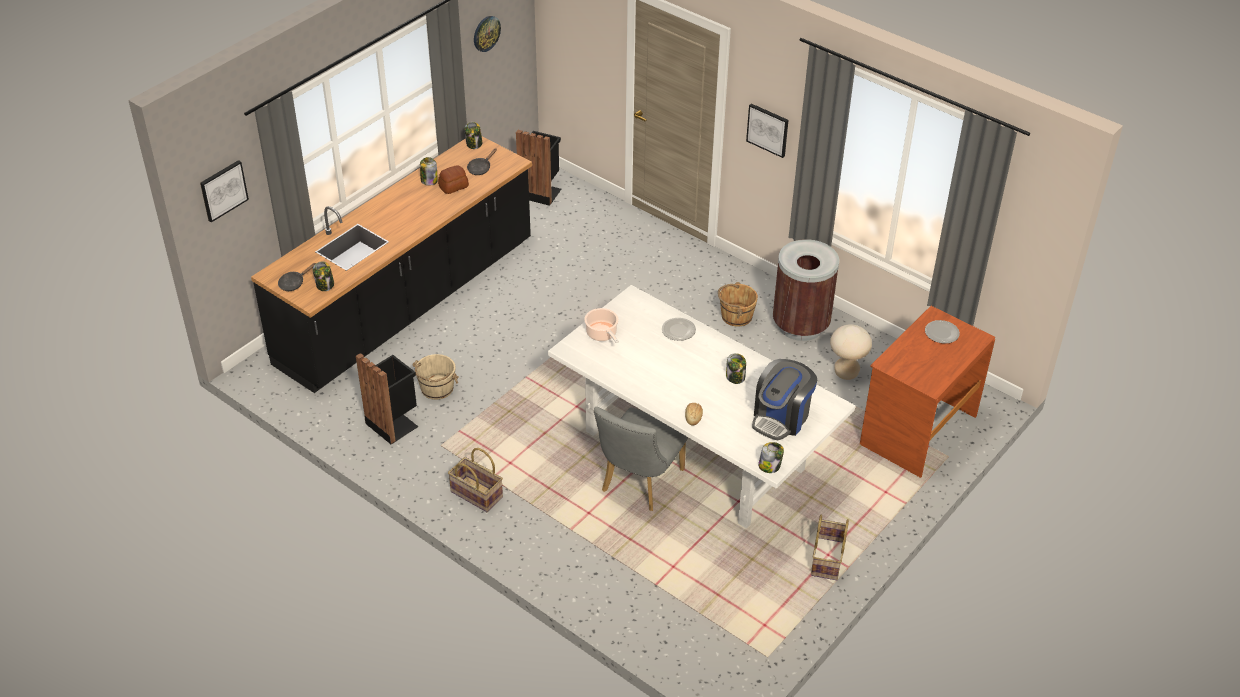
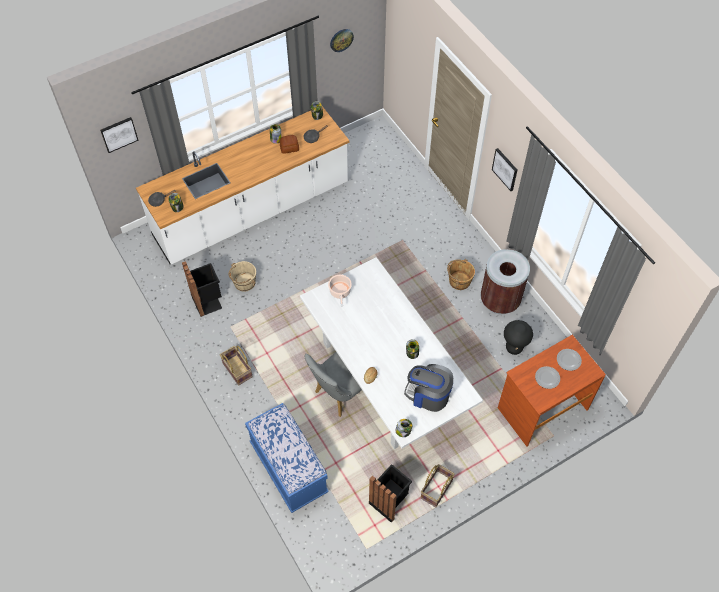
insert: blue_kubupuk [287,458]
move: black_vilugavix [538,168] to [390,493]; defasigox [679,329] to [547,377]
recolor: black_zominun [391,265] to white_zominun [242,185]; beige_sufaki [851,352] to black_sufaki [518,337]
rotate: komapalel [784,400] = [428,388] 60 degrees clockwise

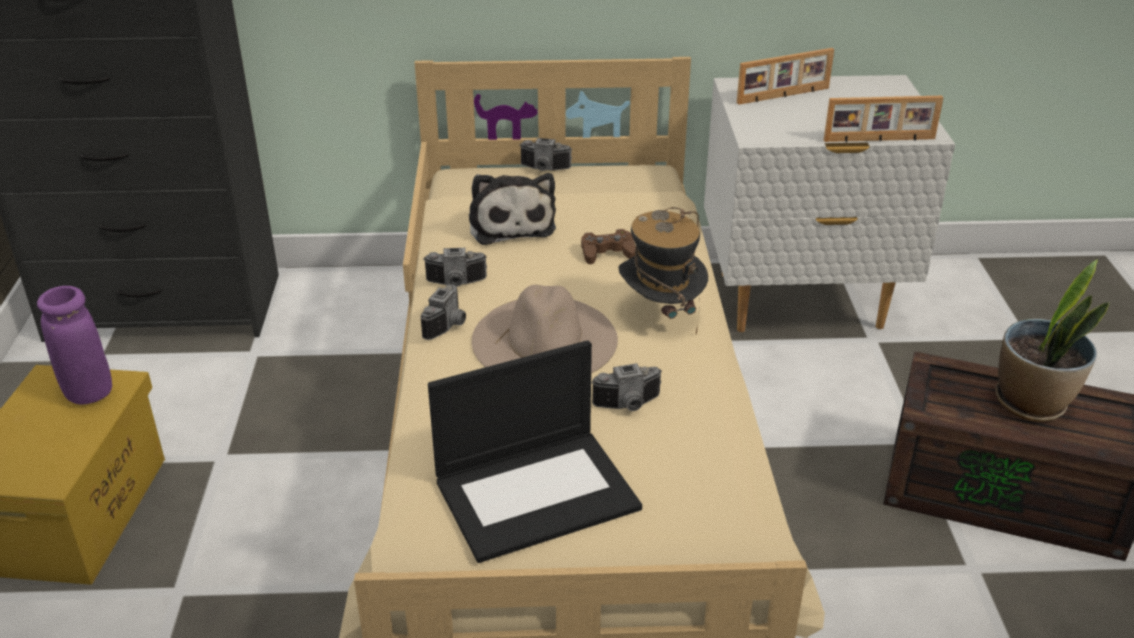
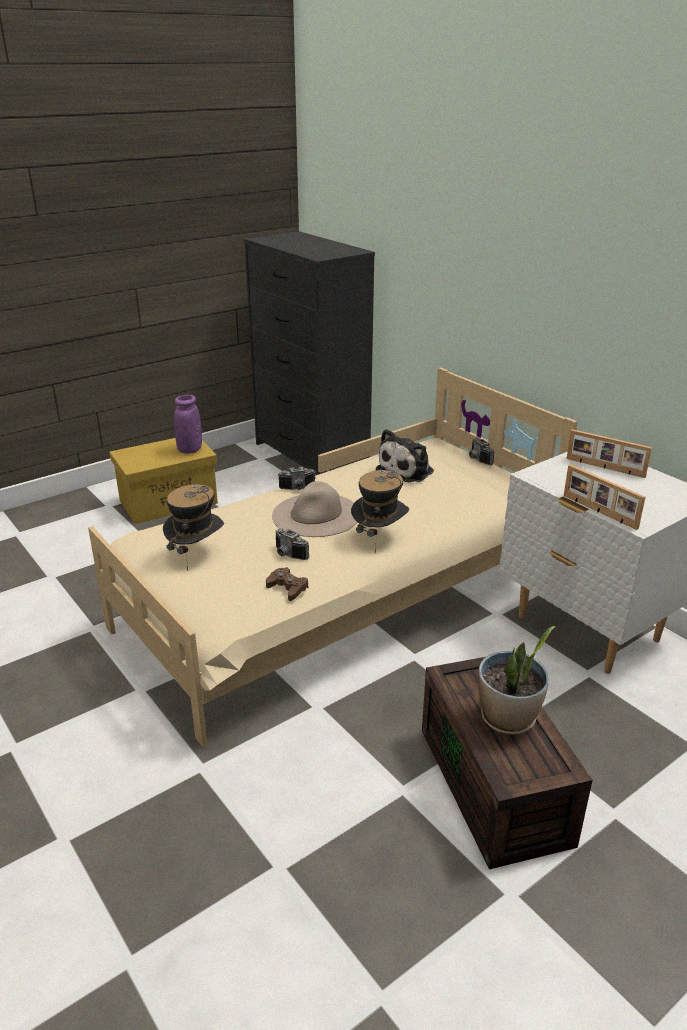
delete: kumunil [455,267]
move: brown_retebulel [608,246] to [287,584]
replace: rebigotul [535,451] to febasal [193,527]

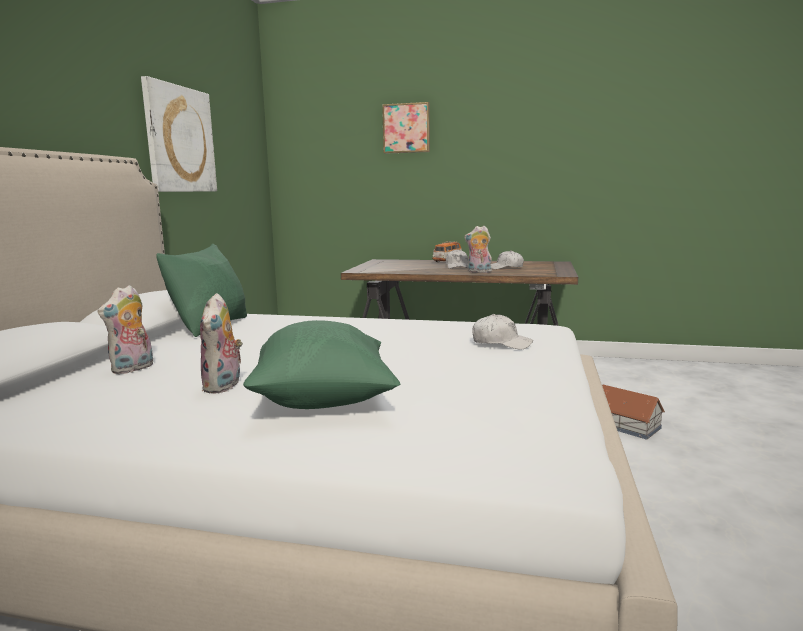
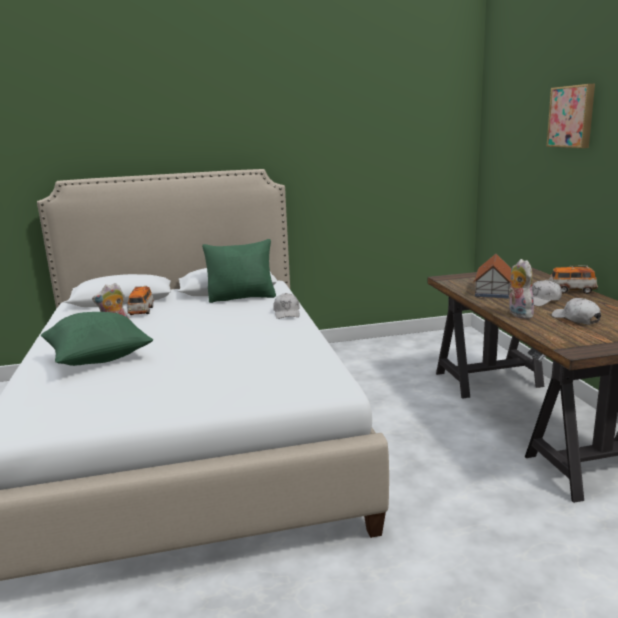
delete: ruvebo [179,134]
move: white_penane [502,332] to [286,306]; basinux [633,412] to [492,276]
replace: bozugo [125,329] to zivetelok [140,300]

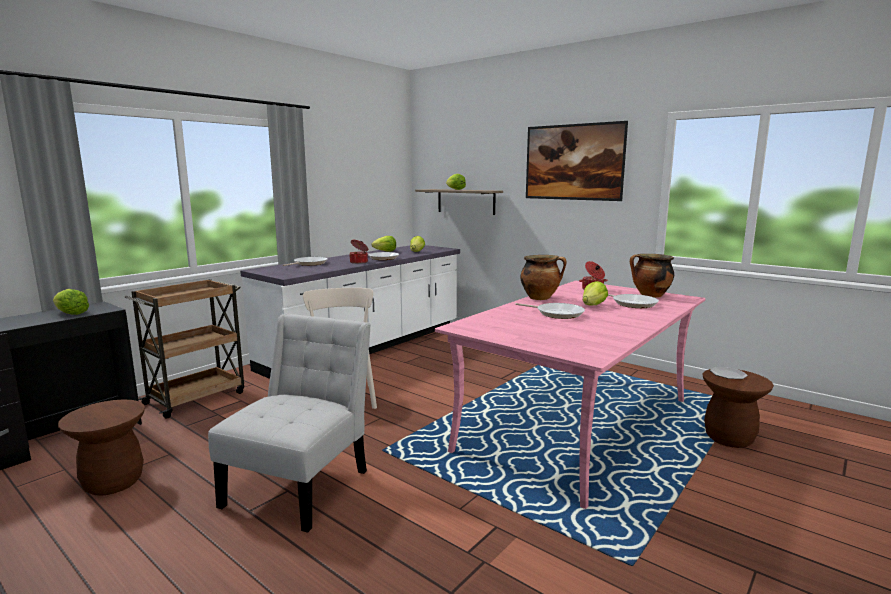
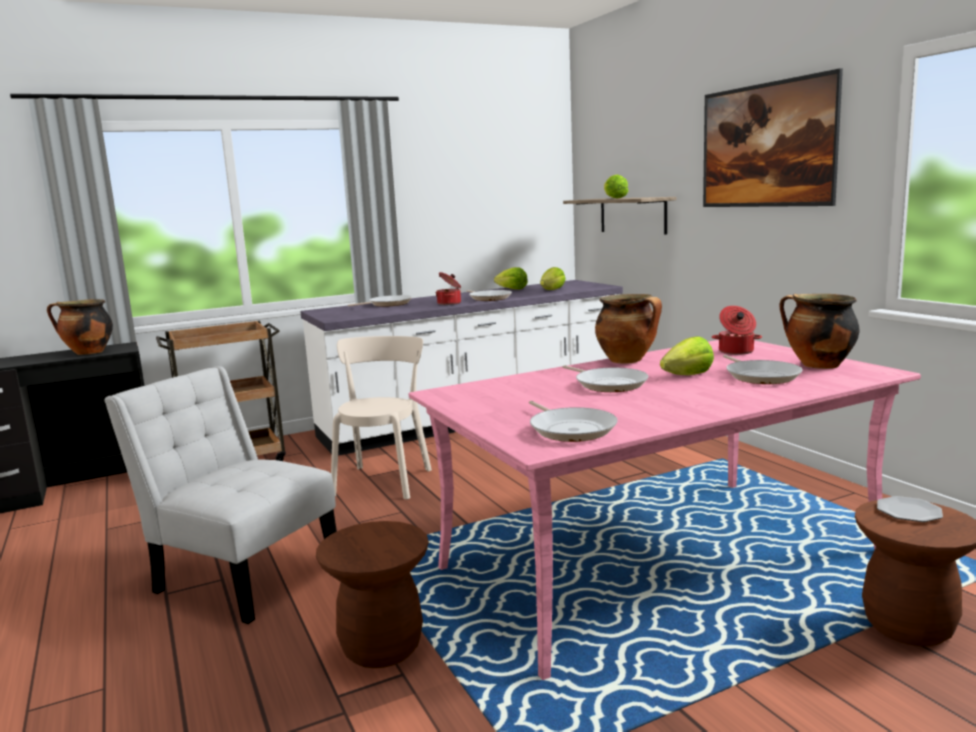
insert: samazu [573,421]
move: brown_sufaki [101,447] to [372,594]
replace: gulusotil [71,302] to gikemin [80,327]
rotate: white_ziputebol [289,423] = [220,495] 105 degrees counterclockwise

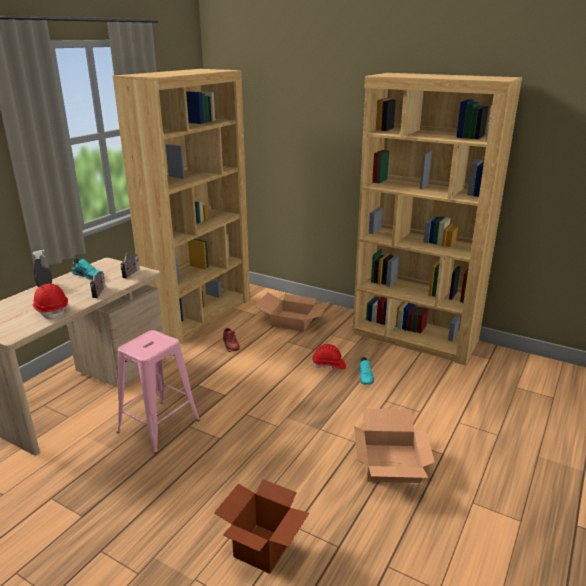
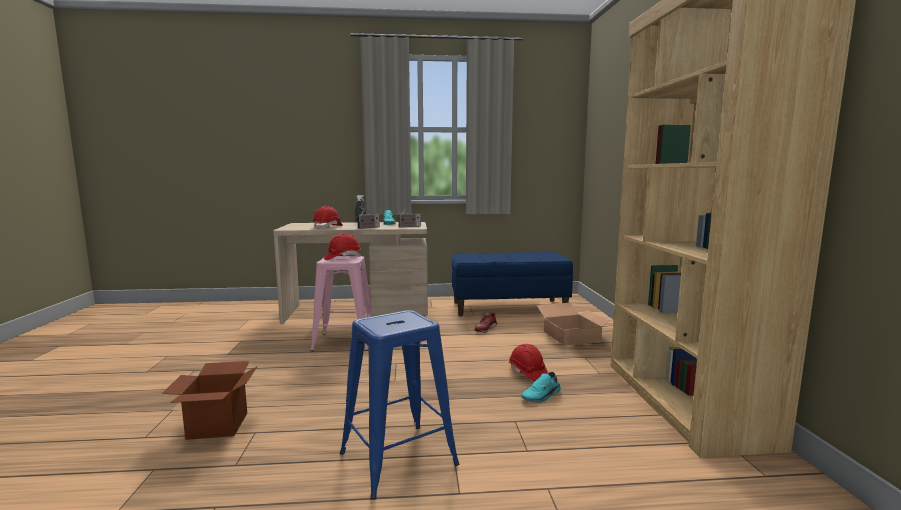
insert: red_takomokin [342,246]
replace: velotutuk [394,445] to blue_sufaki [399,405]; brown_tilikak [181,206] to blue_kubupuk [512,284]

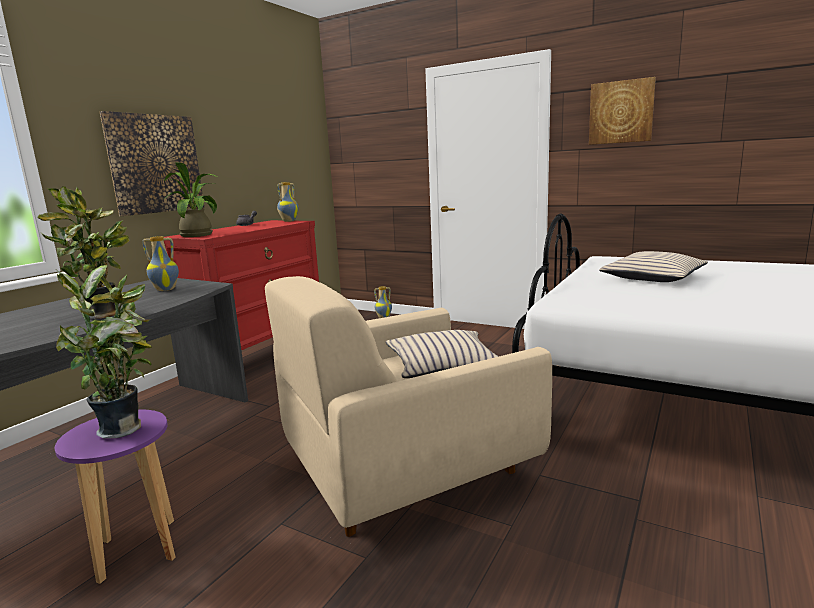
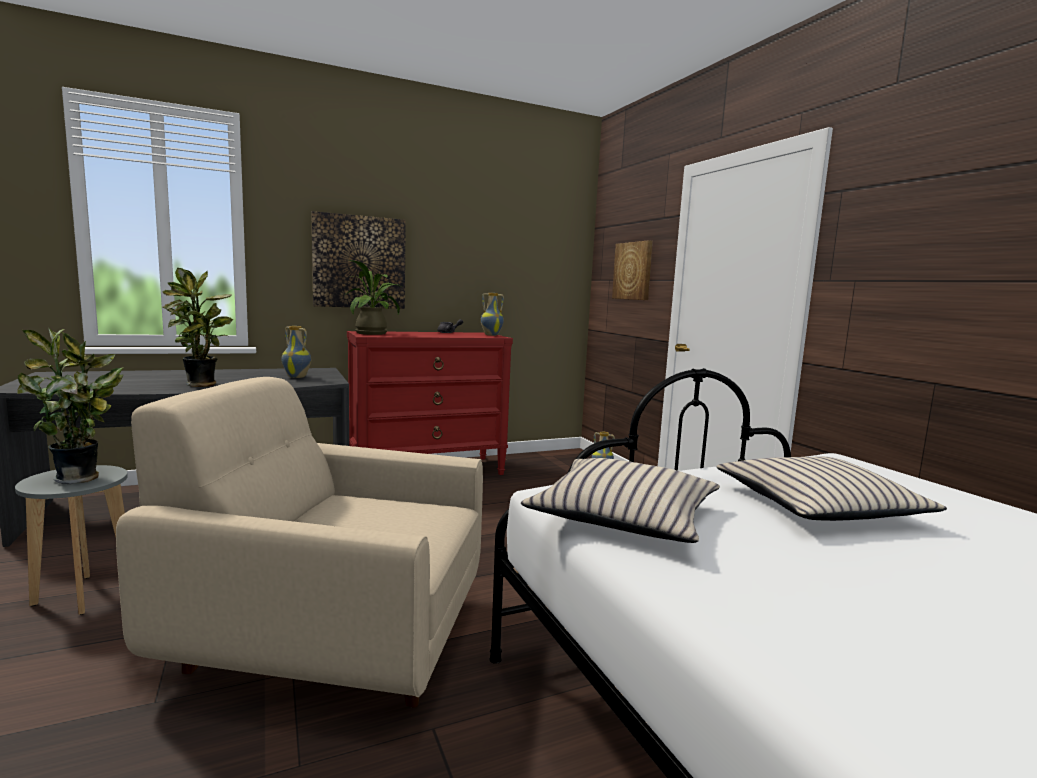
move: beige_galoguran [442,354] to [620,500]; ruvebo [622,111] to [632,270]
recolor: purple_sufaki [115,497] to grey_sufaki [71,540]

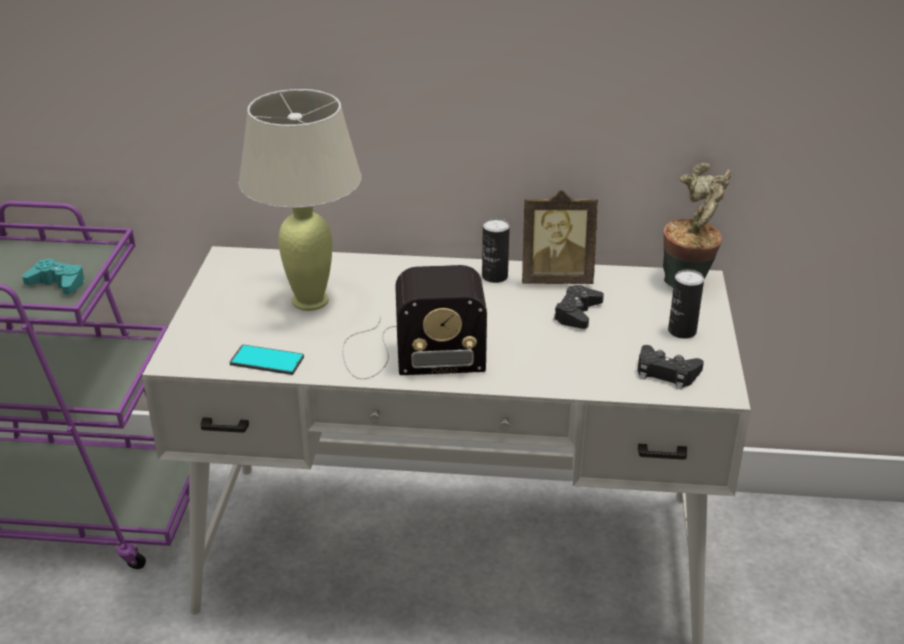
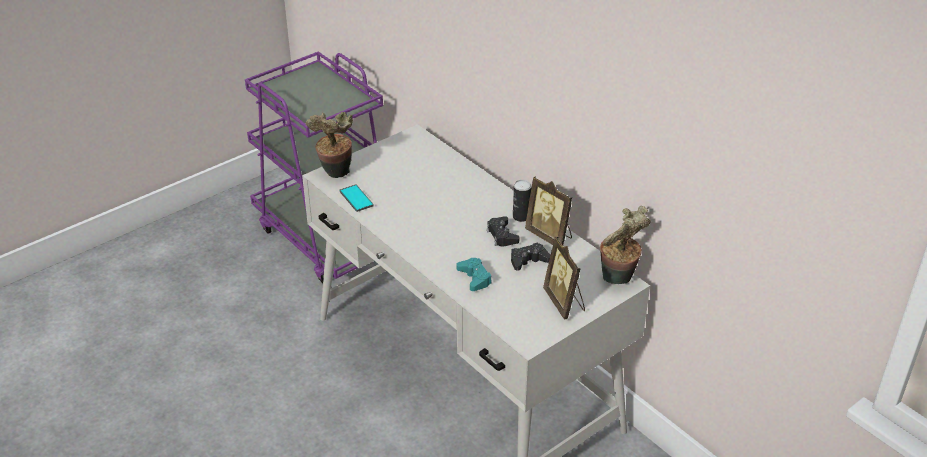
delete: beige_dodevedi [299,200]; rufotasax [414,322]
insert: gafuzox [329,145]
move: turquoise_retebulel [53,276] to [474,274]; black_retebulel [671,367] to [503,231]
replace: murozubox [686,304] to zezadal [564,278]

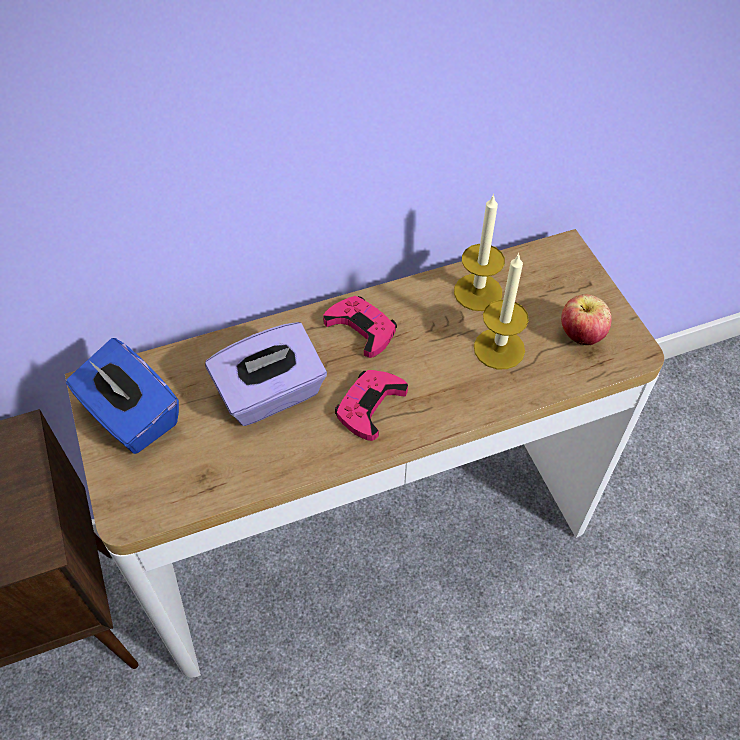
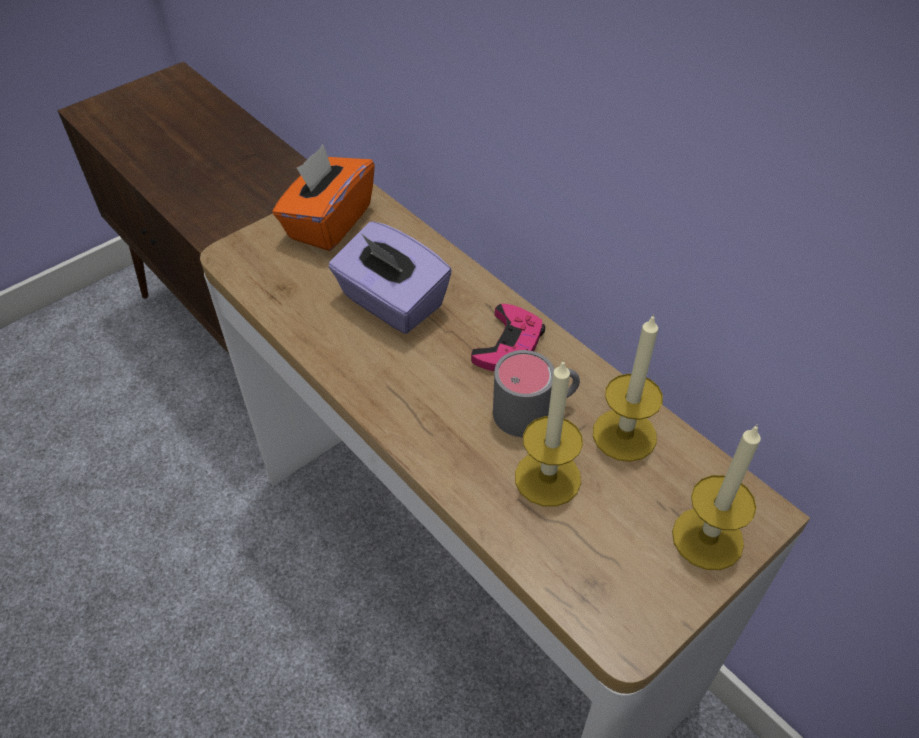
delete: pink_retebulel [371,405]; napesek [586,319]
insert: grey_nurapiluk [536,393]; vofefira [716,497]
recolor: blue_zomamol [122,396] to orange_zomamol [324,198]

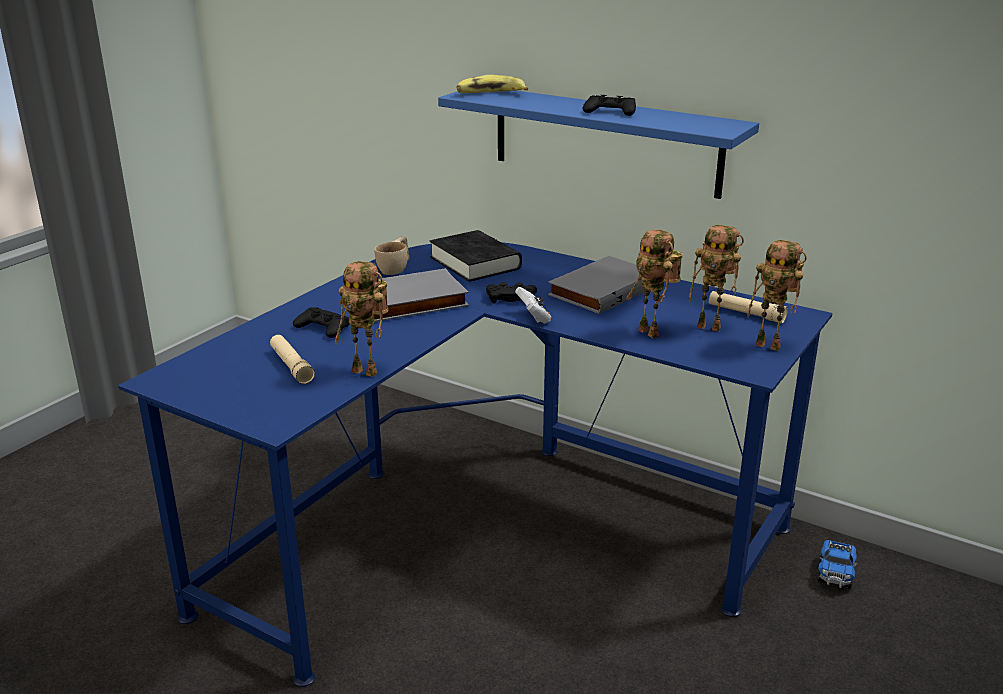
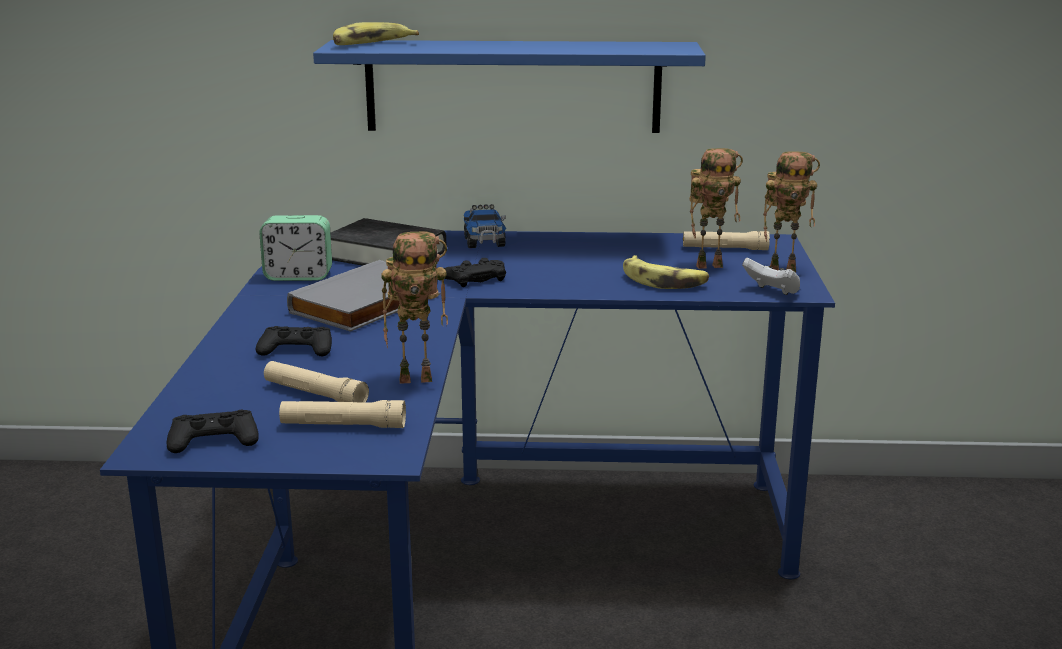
delete: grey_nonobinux [596,285]
insert: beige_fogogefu [342,414]
move: black_retebulel [609,105] to [213,431]; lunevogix [837,564] to [484,226]; white_retebulel [533,305] to [771,276]
replace: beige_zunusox [392,256] to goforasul [295,248]; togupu [654,284] to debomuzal [666,272]

